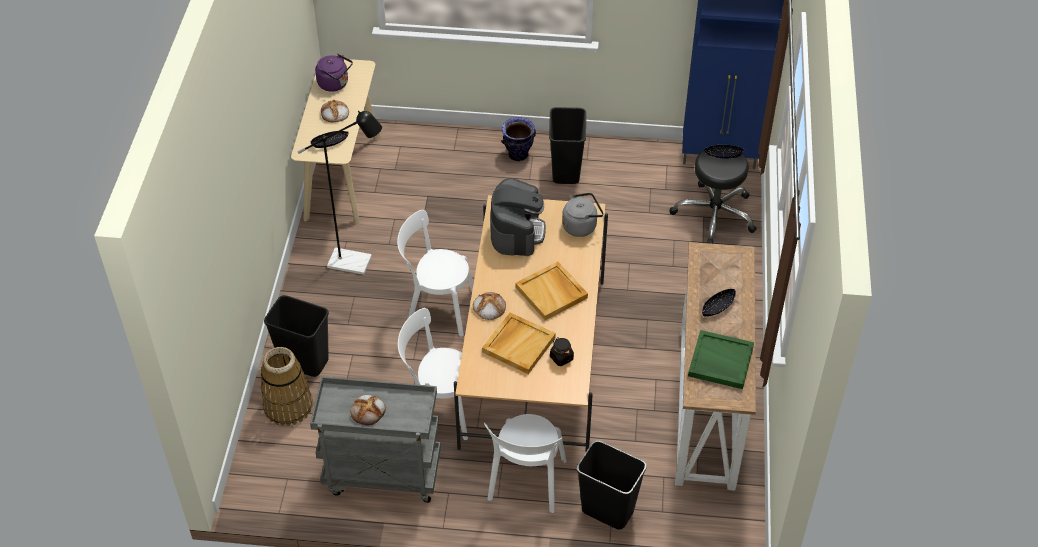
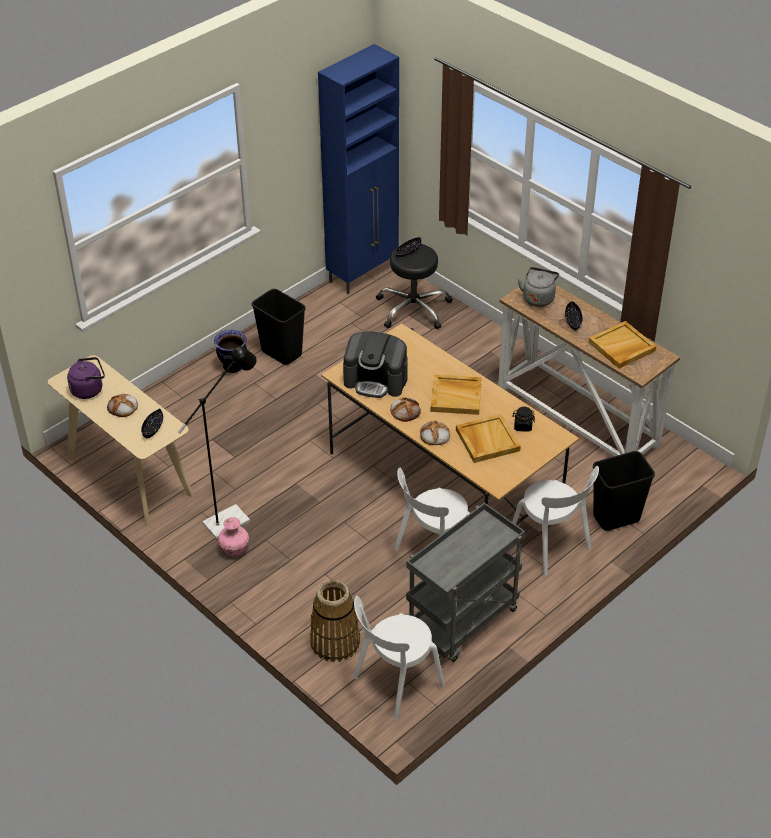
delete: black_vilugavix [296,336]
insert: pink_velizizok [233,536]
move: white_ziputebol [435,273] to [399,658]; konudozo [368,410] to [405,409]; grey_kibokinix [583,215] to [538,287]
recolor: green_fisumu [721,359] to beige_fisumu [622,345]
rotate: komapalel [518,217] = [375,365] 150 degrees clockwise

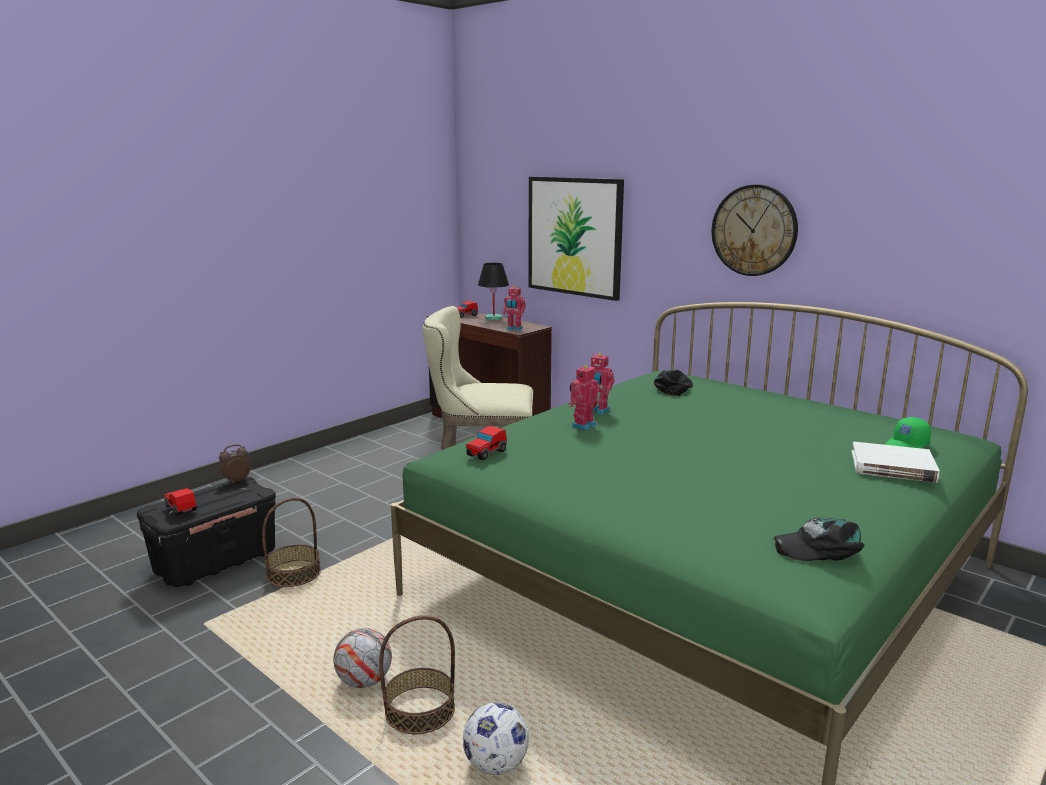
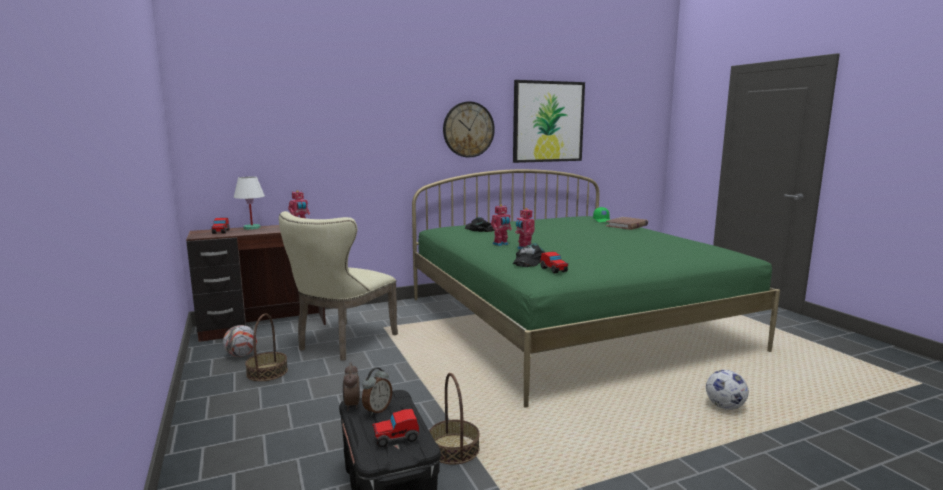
insert: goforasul [377,391]
move: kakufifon [362,658] to [240,341]; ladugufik [417,674] to [266,347]; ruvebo [576,239] to [549,121]; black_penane [819,539] to [529,255]
recolor: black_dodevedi [493,291] to white_dodevedi [249,203]; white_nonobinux [896,462] to brown_nonobinux [627,223]

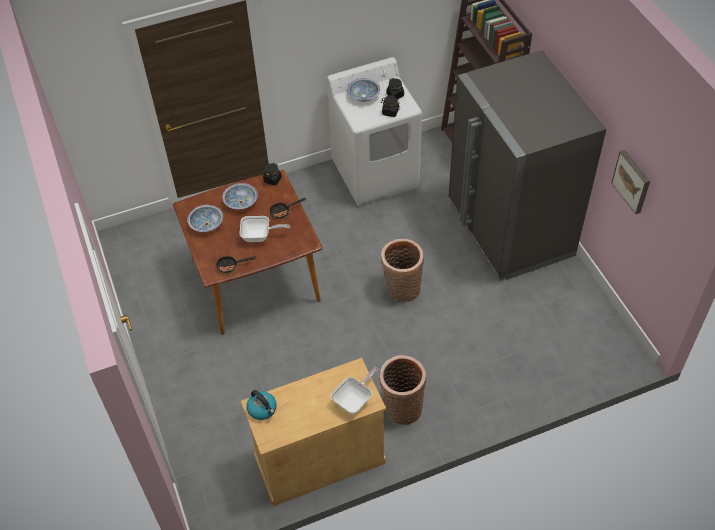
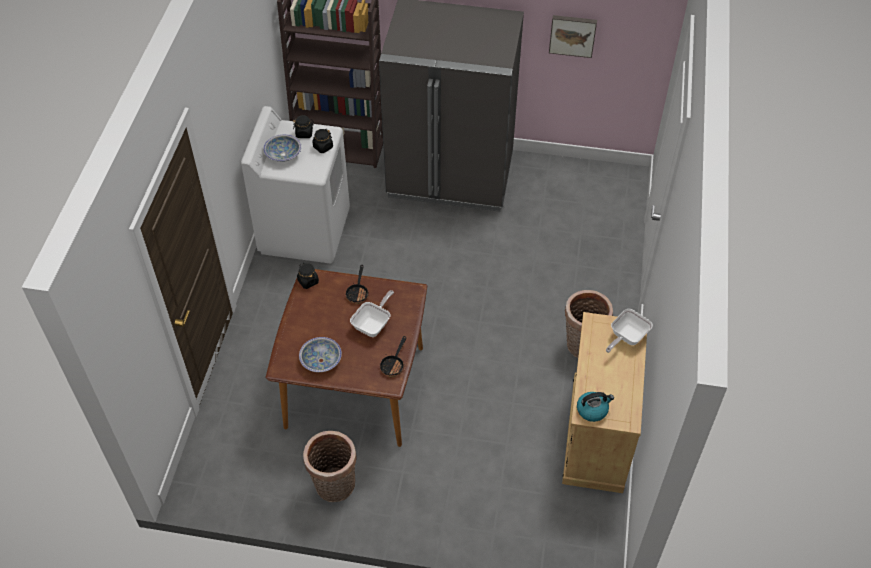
delete: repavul [240,196]
move: ladugufik [402,270] to [330,466]
rotate: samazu [355,390] = [629,331] 120 degrees counterclockwise

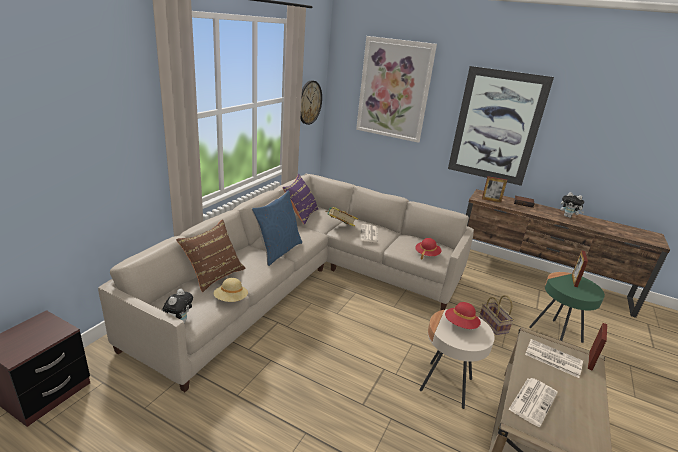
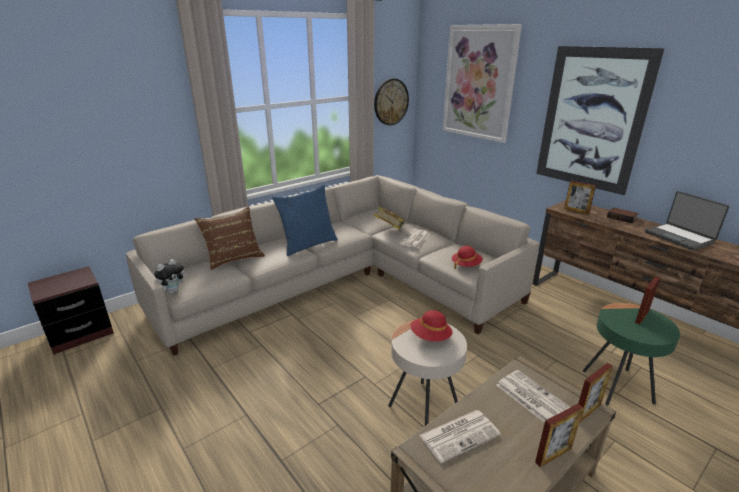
delete: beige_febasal [231,290]; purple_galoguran [300,199]; ladugufik [496,315]
insert: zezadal [559,435]
replace: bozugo [572,205] to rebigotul [687,220]

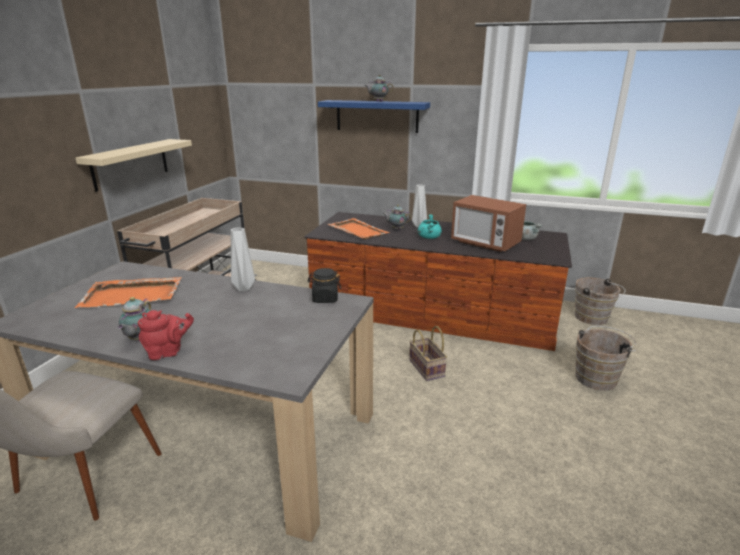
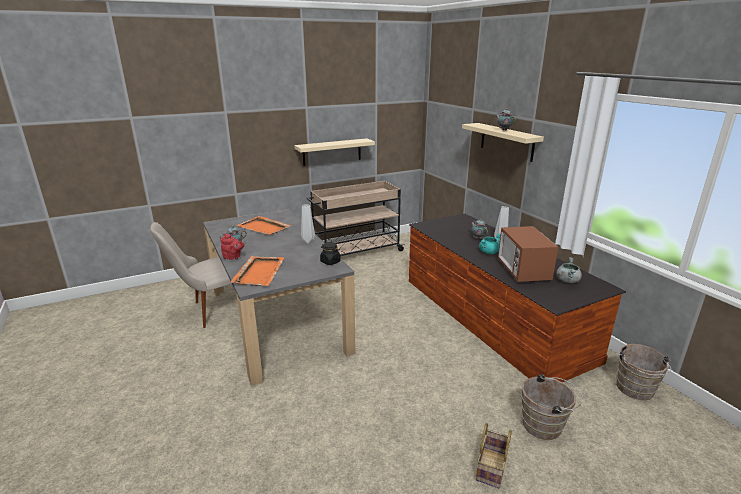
move: orange_fisumu [359,229] to [257,271]; ladugufik [428,353] to [494,455]
recolor: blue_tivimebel [374,116] to beige_tivimebel [503,142]

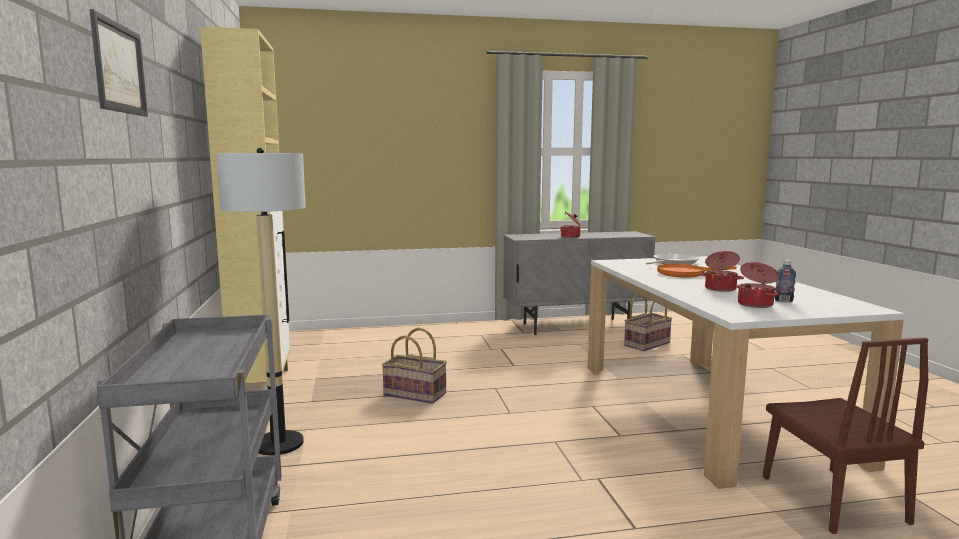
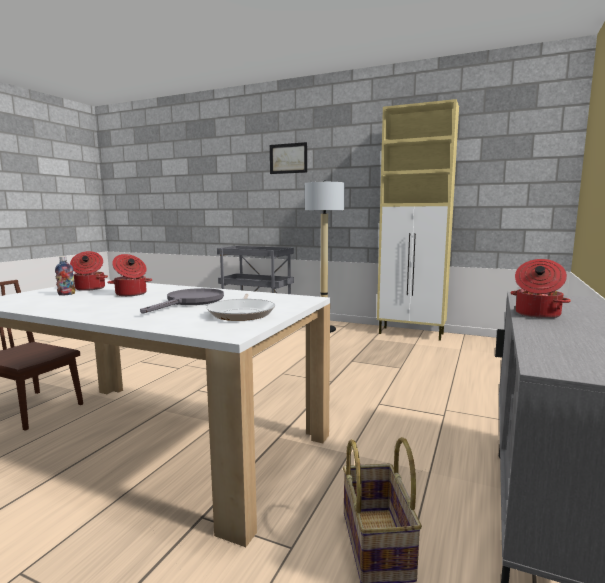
delete: ladugufik [414,366]
recolor: orange_samazu [697,271] to grey_samazu [182,301]

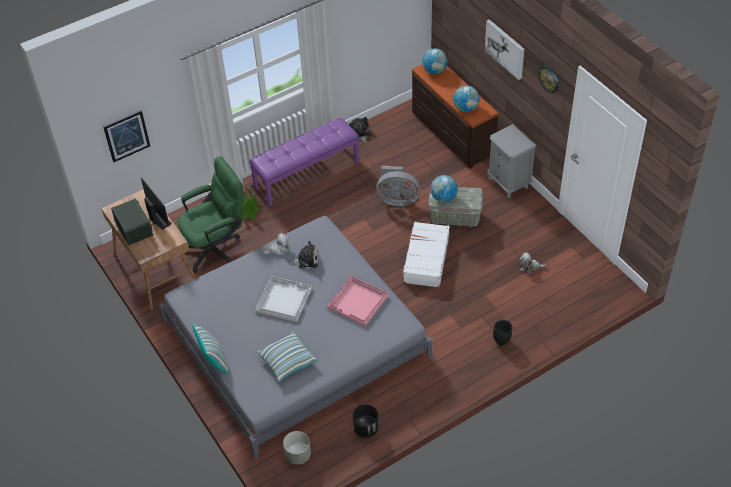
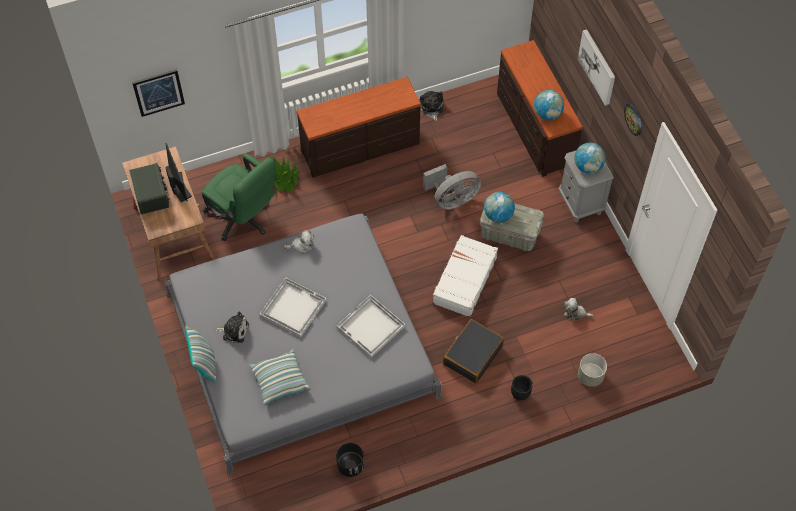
insert: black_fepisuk [473,351]
move: bozugo [303,255] to [231,327]; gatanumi [435,61] to [590,158]; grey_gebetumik [297,448] to [592,370]
replace: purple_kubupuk [304,162] to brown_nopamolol [358,127]
recolor: pink_fisumu [358,301] to white_fisumu [370,326]
rotate: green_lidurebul [211,214] = [239,197] 60 degrees clockwise; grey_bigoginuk [398,186] = [452,186] 45 degrees counterclockwise

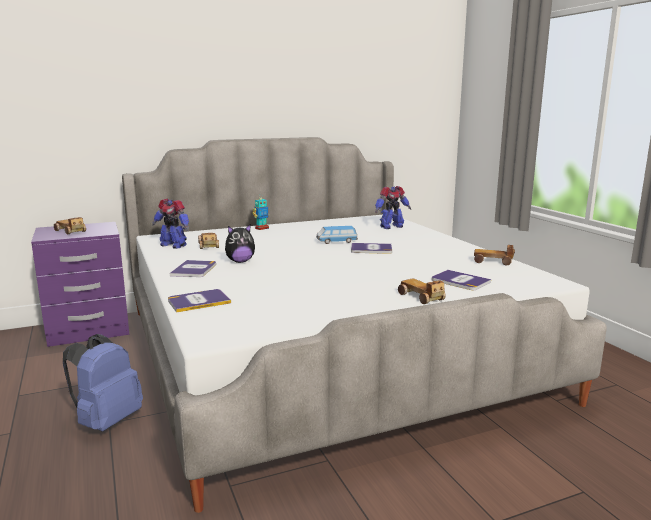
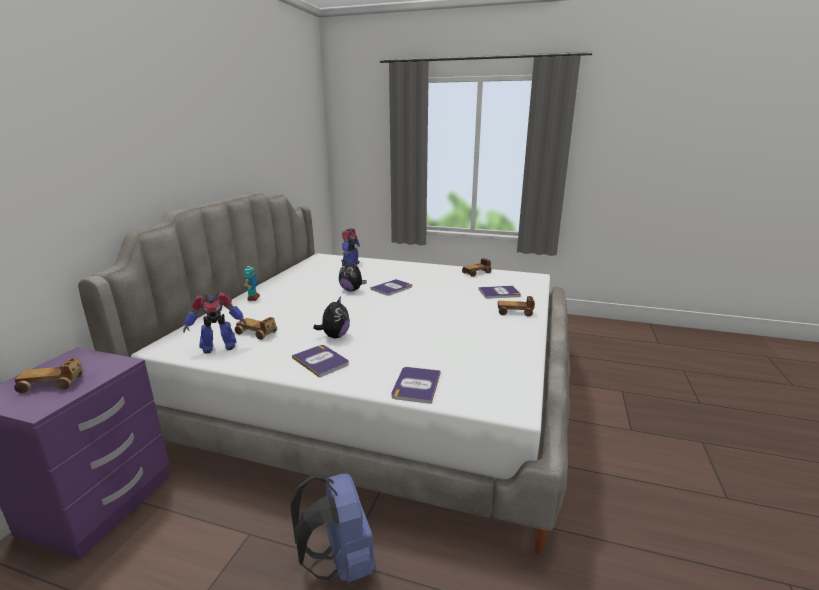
replace: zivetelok [337,235] to bozugo [353,275]

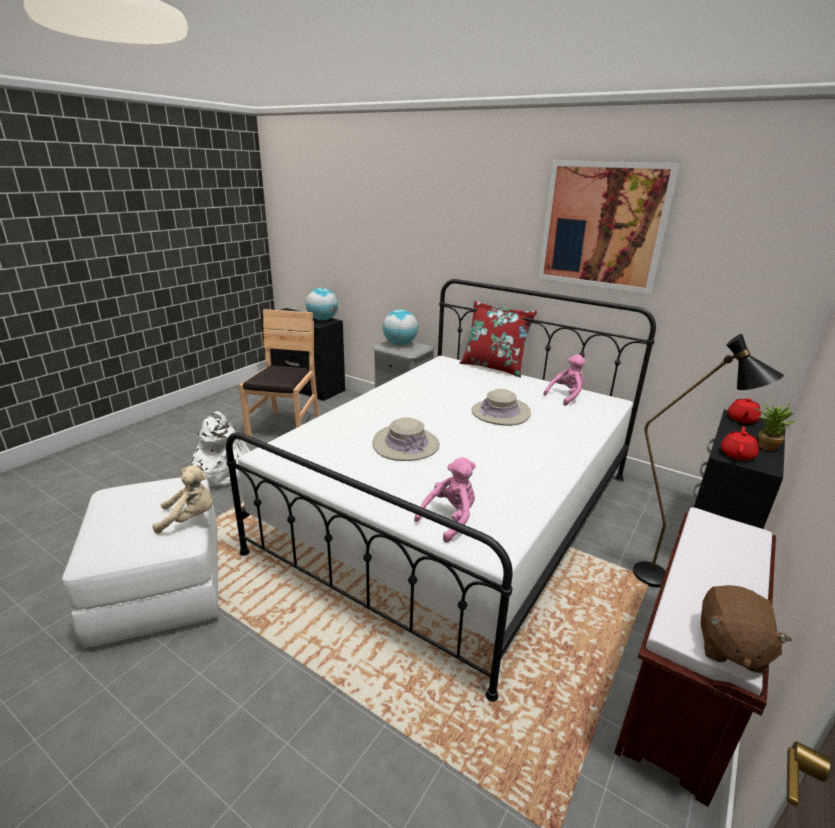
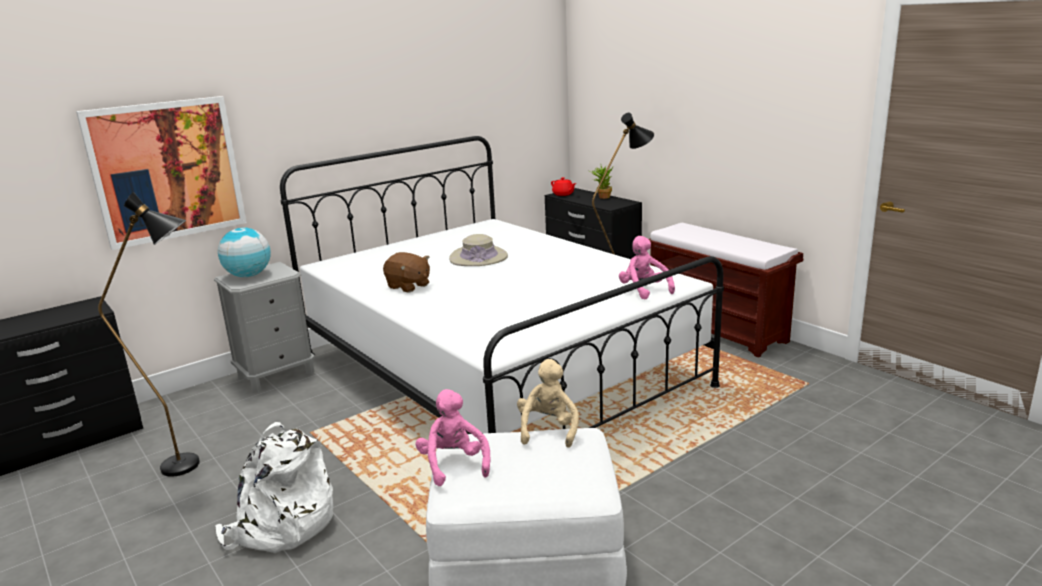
delete: gatanumi [322,304]; beige_febasal [406,439]; red_galoguran [498,339]; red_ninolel [740,443]
move: ruvebo [609,227] to [161,173]; brown_bozugo [746,629] to [406,272]; pink_bozugo [564,380] to [453,437]
replace: brown_ziputebol [279,373] to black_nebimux [149,334]

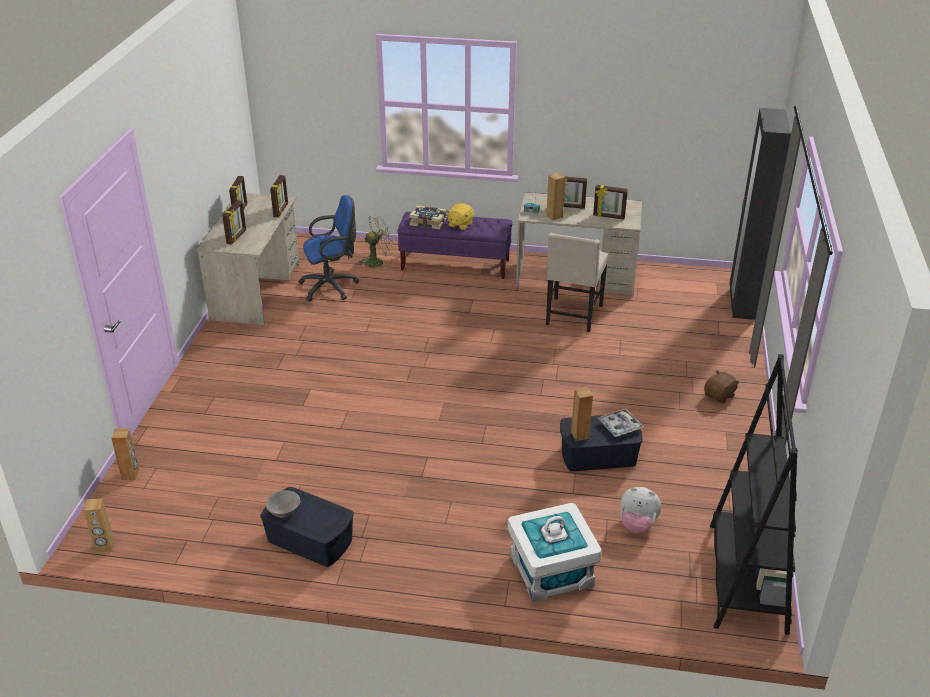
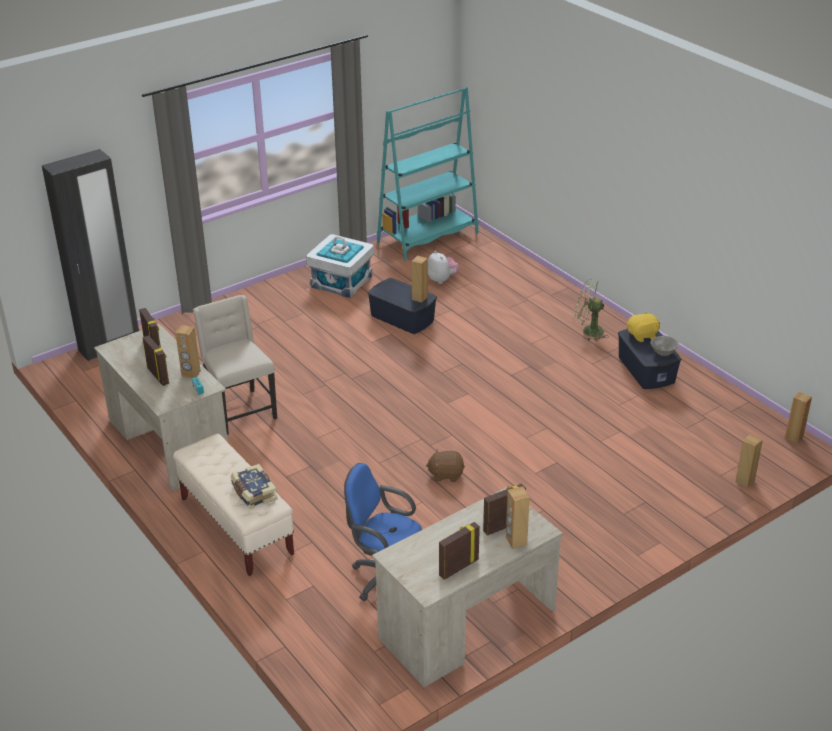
delete: zezadal [279,196]; fisumu [620,422]
insert: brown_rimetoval [518,517]
move: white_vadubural [555,552] to [340,266]; brown_bozugo [722,387] to [445,465]; green_bigoginuk [376,241] to [591,310]; yellow_bozugo [460,216] to [643,326]
recolor: purple_kubupuk [455,245] to beige_kubupuk [233,505]; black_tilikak [753,494] to turquoise_tilikak [428,174]
rotate: beige_ziputebol [577,282] = [235,365] 90 degrees counterclockwise

